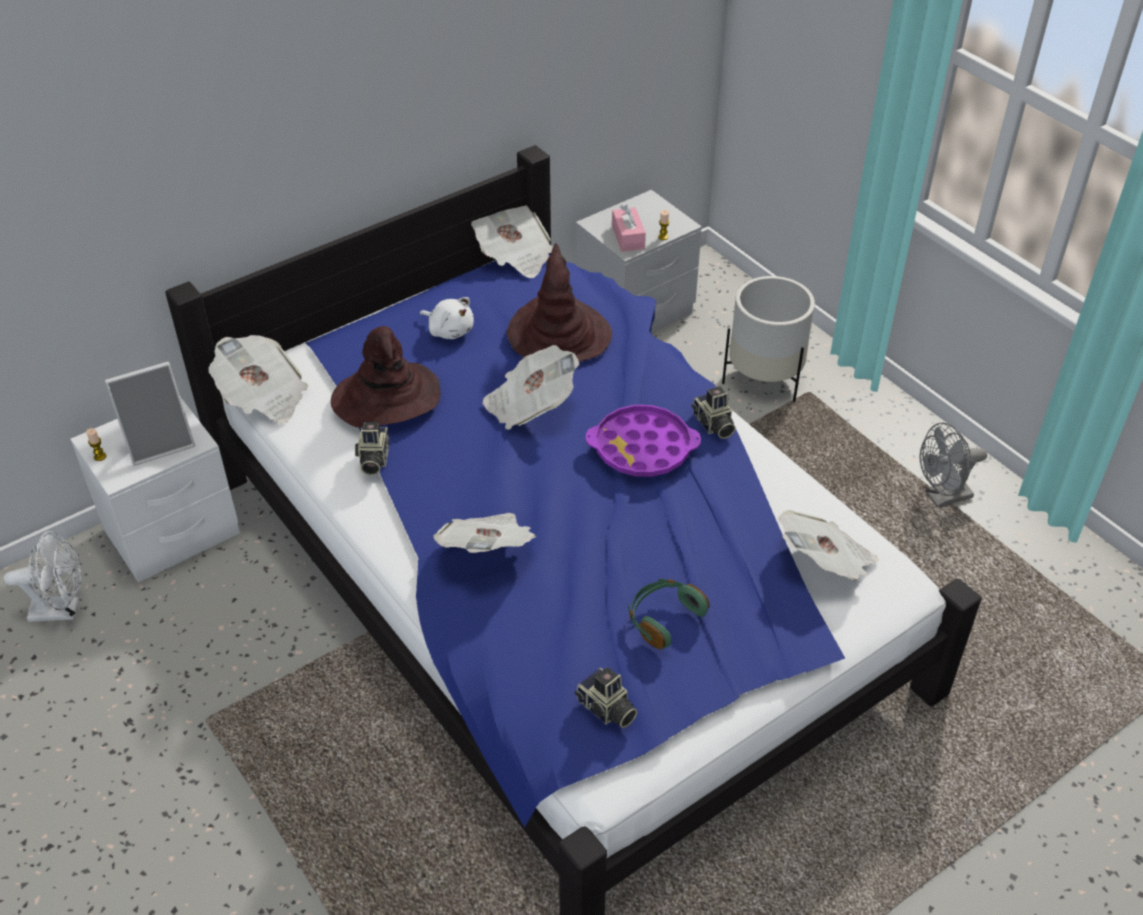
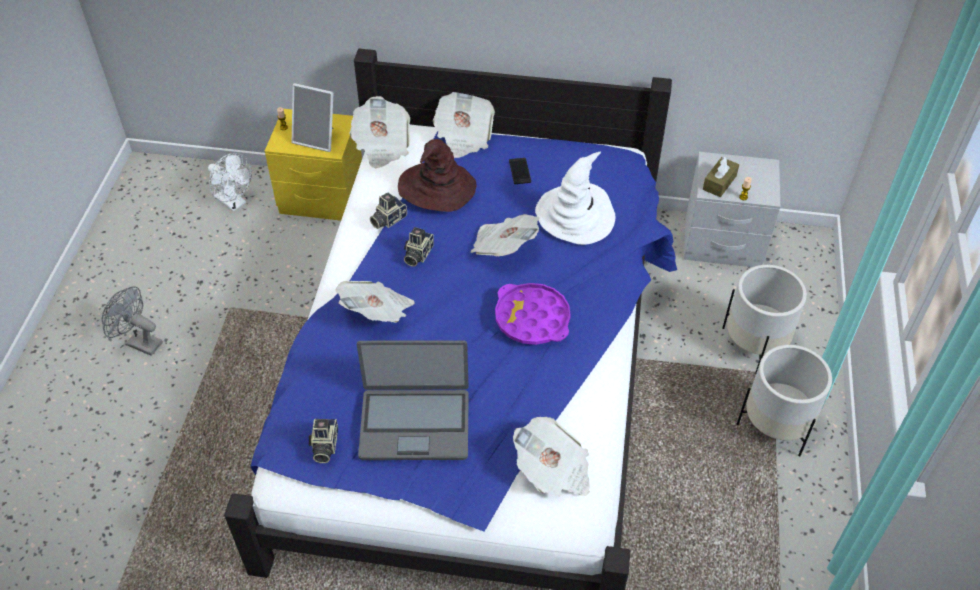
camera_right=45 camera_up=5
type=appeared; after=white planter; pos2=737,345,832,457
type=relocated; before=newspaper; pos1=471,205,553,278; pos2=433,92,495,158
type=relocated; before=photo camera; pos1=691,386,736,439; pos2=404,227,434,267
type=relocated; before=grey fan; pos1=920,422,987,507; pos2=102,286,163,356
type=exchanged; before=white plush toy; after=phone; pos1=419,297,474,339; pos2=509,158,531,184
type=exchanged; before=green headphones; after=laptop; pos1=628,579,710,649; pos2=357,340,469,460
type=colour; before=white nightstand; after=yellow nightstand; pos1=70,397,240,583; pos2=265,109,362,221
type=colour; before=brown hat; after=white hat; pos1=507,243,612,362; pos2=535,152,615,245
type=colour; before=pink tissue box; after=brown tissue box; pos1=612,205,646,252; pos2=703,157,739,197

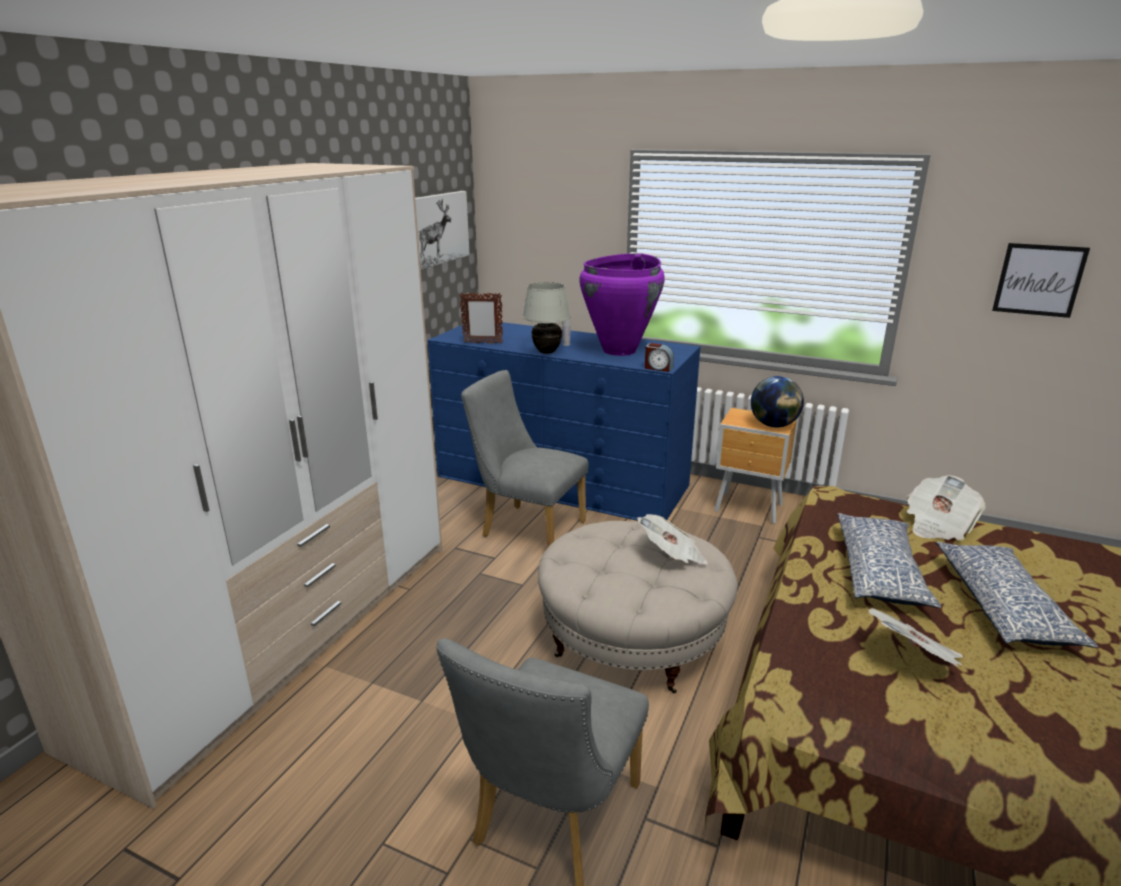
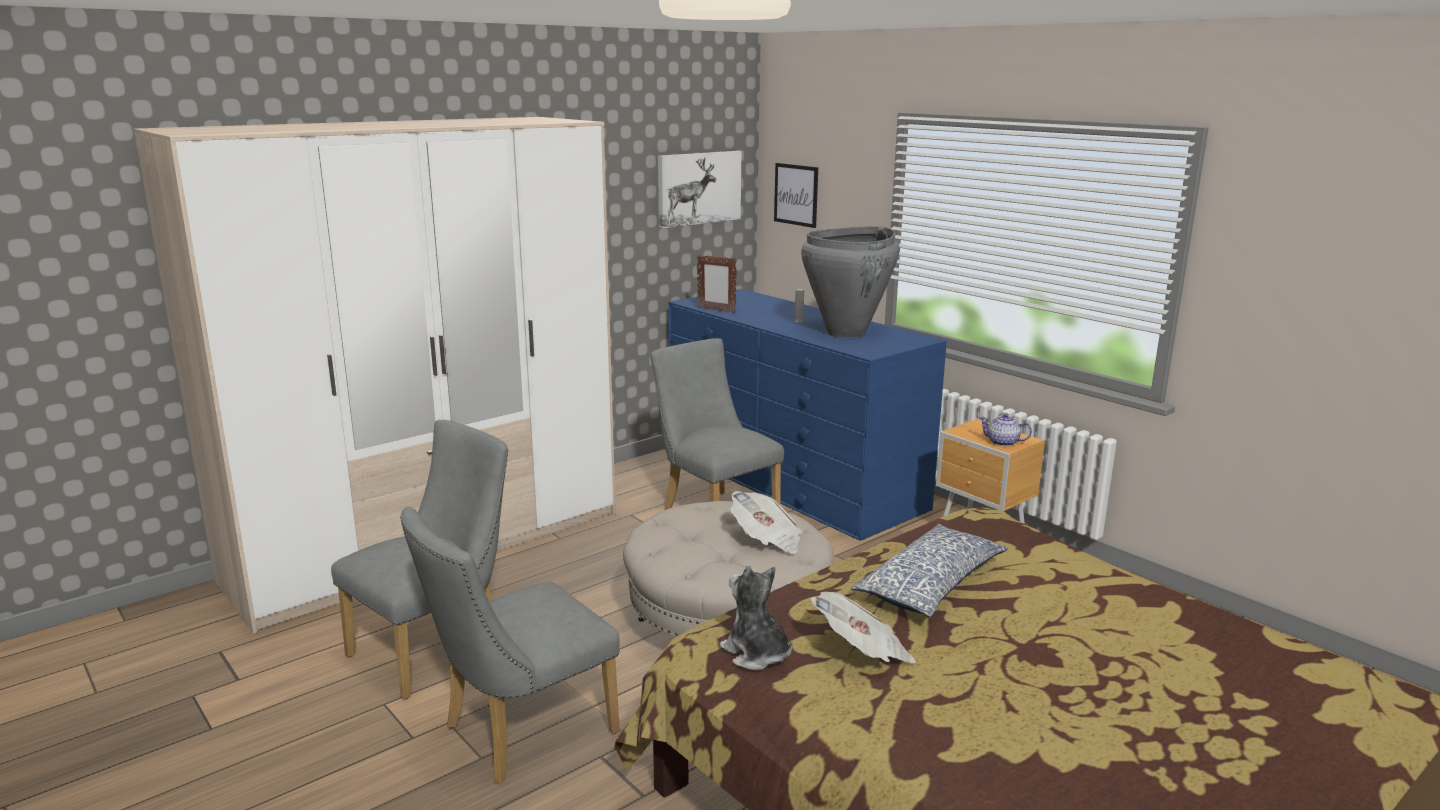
camera_right=25 camera_up=-5
type=missing; before=white table lamp; pos1=523,282,571,354
type=missing; before=alarm clock; pos1=645,343,674,372
type=missing; before=newspaper; pos1=906,475,986,540
type=missing; before=pillow; pos1=936,542,1098,648
type=appeared; after=grey chair; pos2=331,420,509,699
type=appeared; after=plush toy; pos2=719,566,792,670
type=relocated; before=picture; pos1=992,243,1090,318; pos2=774,163,818,228
type=exchanged; before=globe; after=teapot; pos1=751,376,804,427; pos2=978,413,1032,447
type=colour; before=purple vase; after=grey vase; pos1=579,253,665,356; pos2=801,226,899,338

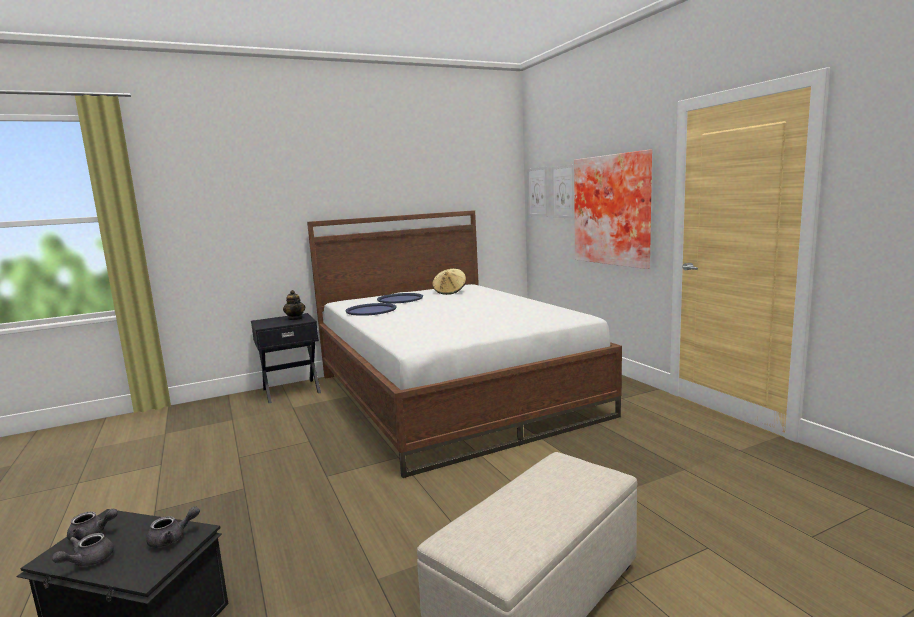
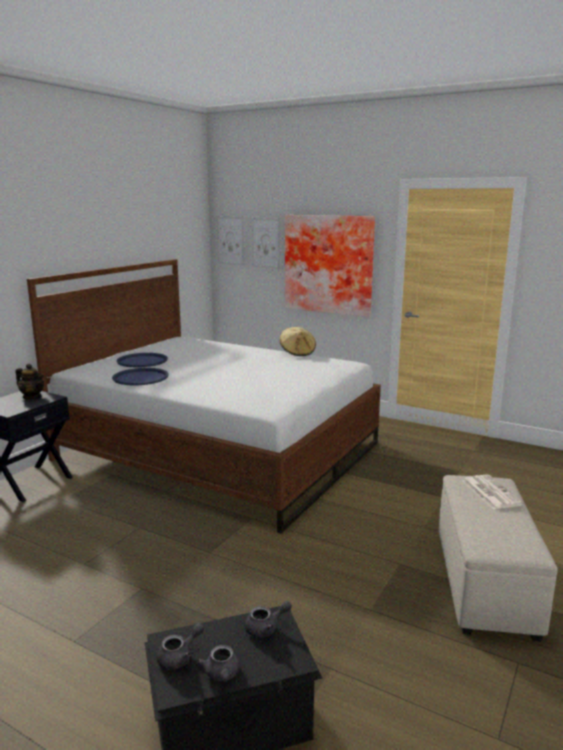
camera_right=-35 camera_up=5
type=appeared; after=newspaper; pos2=462,475,524,509
type=relocated; before=beige hat; pos1=432,269,466,295; pos2=280,327,316,356
type=spun; before=grey teapot; pos1=146,506,200,548; pos2=245,601,292,638; turn=45

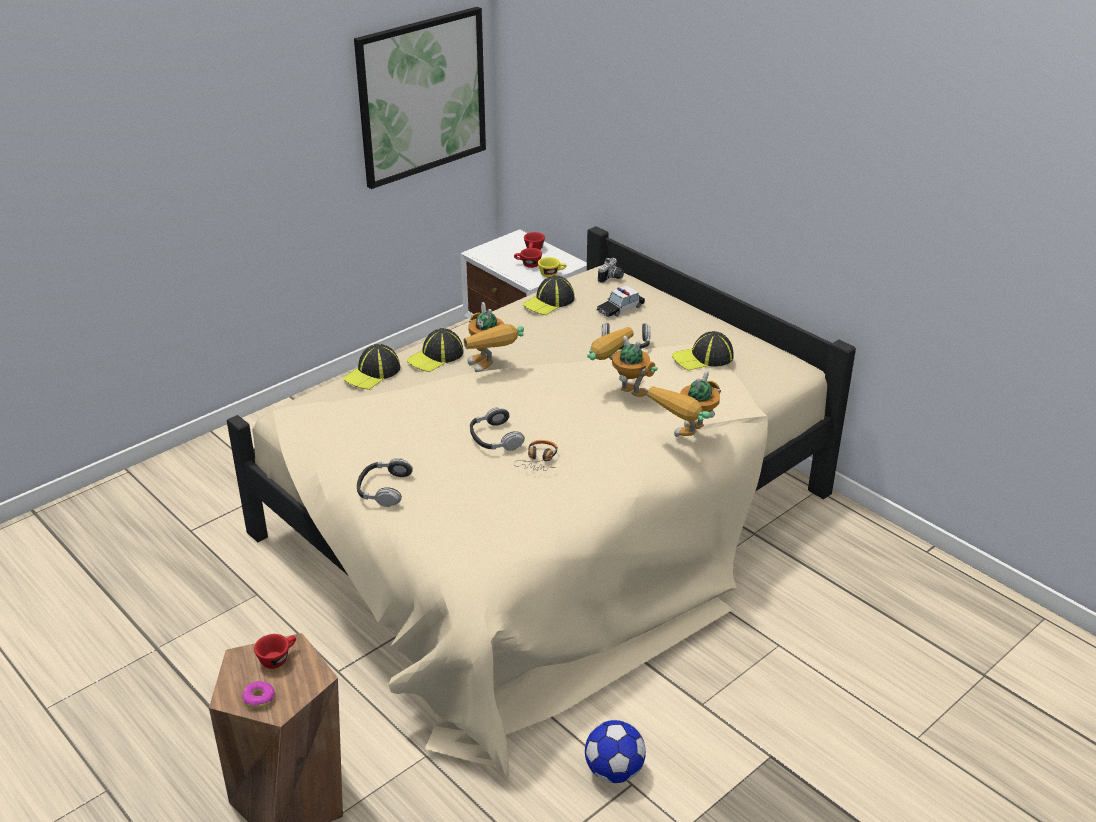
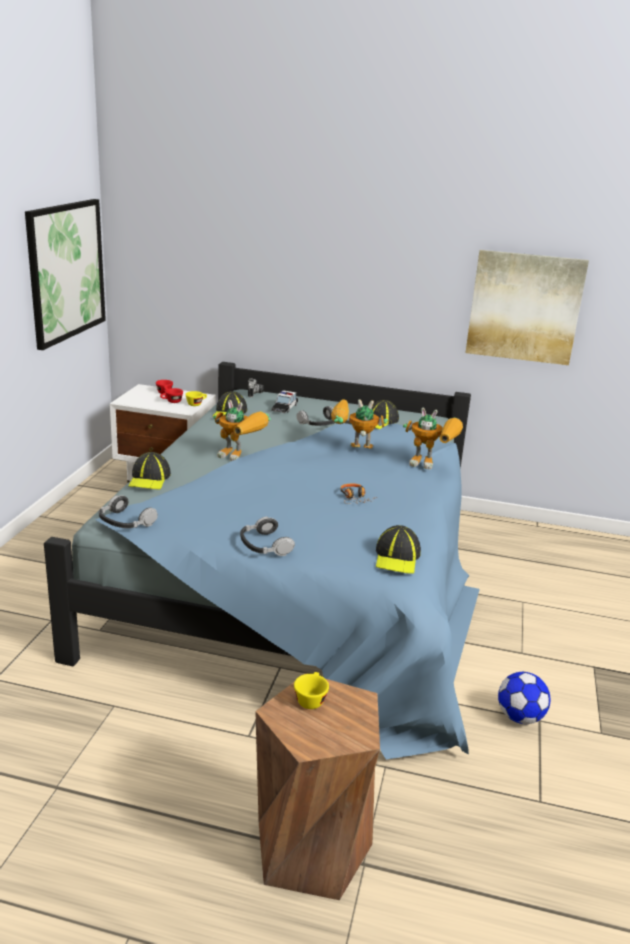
camera_right=-35 camera_up=-10
type=missing; before=donut; pos1=242,681,276,709
type=appeared; after=picture; pos2=465,250,589,365
type=relocated; before=cap; pos1=407,328,464,372; pos2=376,525,421,574
type=relocated; before=headphones; pos1=470,407,525,451; pos2=99,495,158,528
type=colour; before=beige bed; after=blue bed; pos1=227,226,856,780; pos2=44,362,480,760
type=colour; before=red cup; after=yellow cup; pos1=254,634,296,669; pos2=294,672,329,709
type=spun; before=toy robot; pos1=648,370,721,437; pos2=403,408,463,469; turn=-75

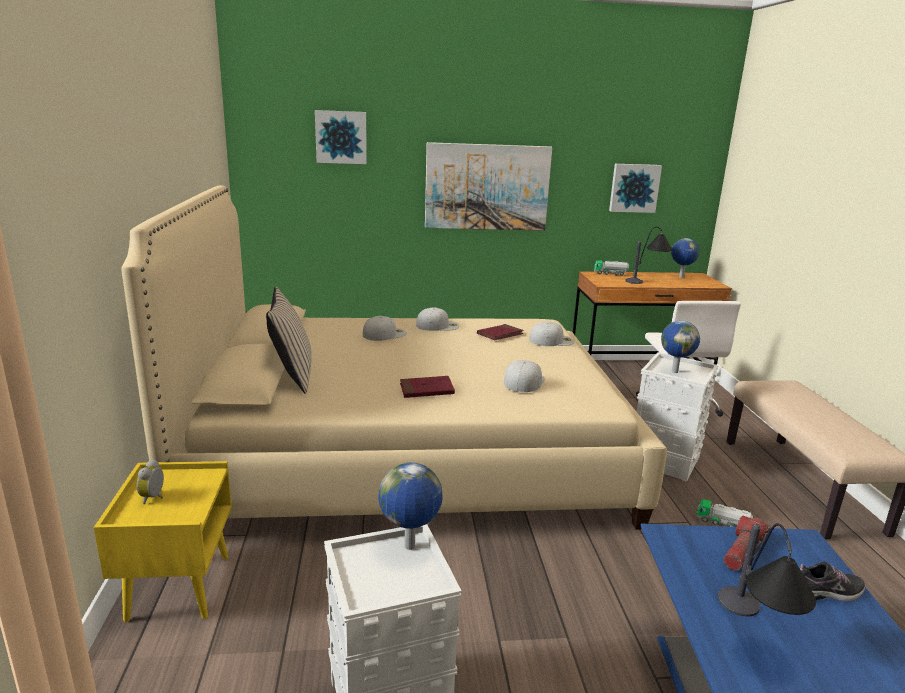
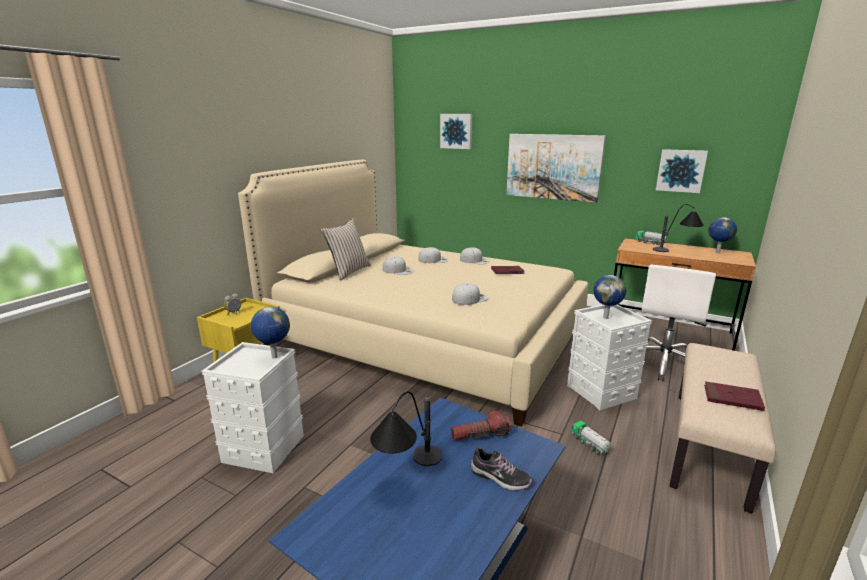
camera_right=35 camera_up=0
type=relocated; before=red book; pos1=400,376,455,398; pos2=704,381,765,411
type=relocated; before=white cap; pos1=529,321,574,346; pos2=382,257,414,275

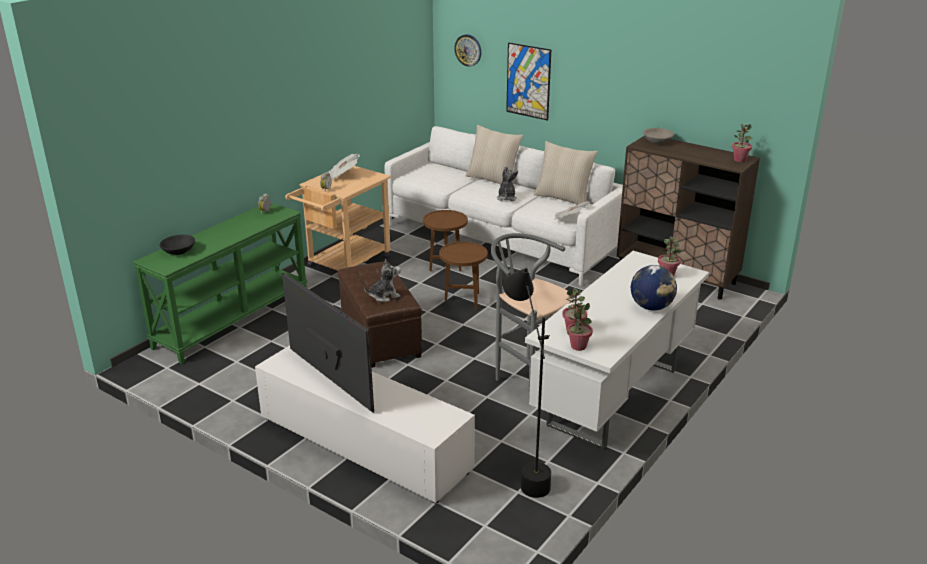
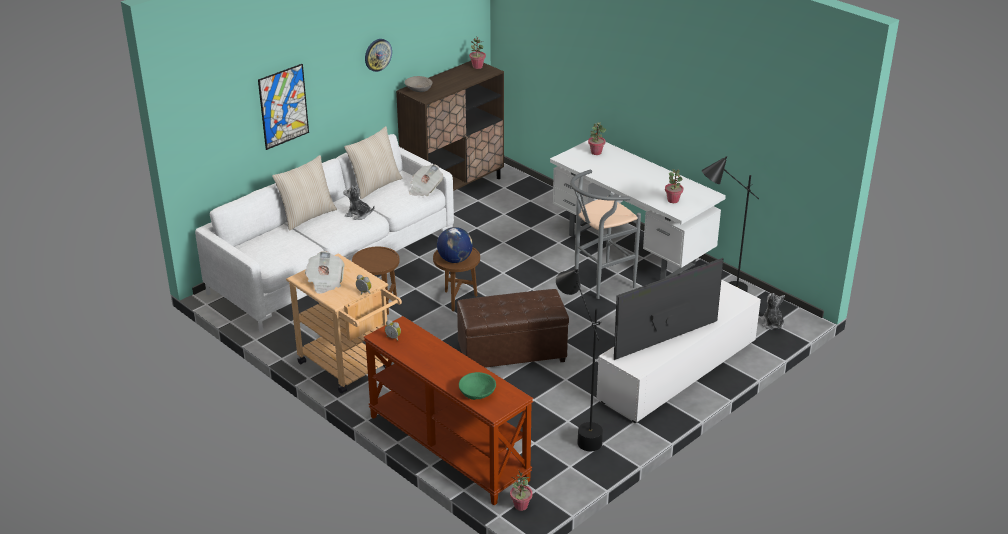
camera_right=-80 camera_up=5
type=appeared; after=black floor lamp; pos2=556,269,603,451
type=relocated; before=plush toy; pos1=364,259,401,302; pos2=760,293,785,330
type=relocated; before=wall clock; pos1=454,34,481,67; pos2=365,39,392,72
type=relocated; before=potted plant; pos1=567,303,593,351; pos2=510,471,533,511
type=relocated; before=globe; pos1=631,265,677,311; pos2=437,227,473,263
type=colour; before=green console table; after=brown console table; pos1=133,203,308,364; pos2=364,316,533,505
type=colour; before=black bowl; after=green bowl; pos1=159,235,195,255; pos2=459,372,496,400

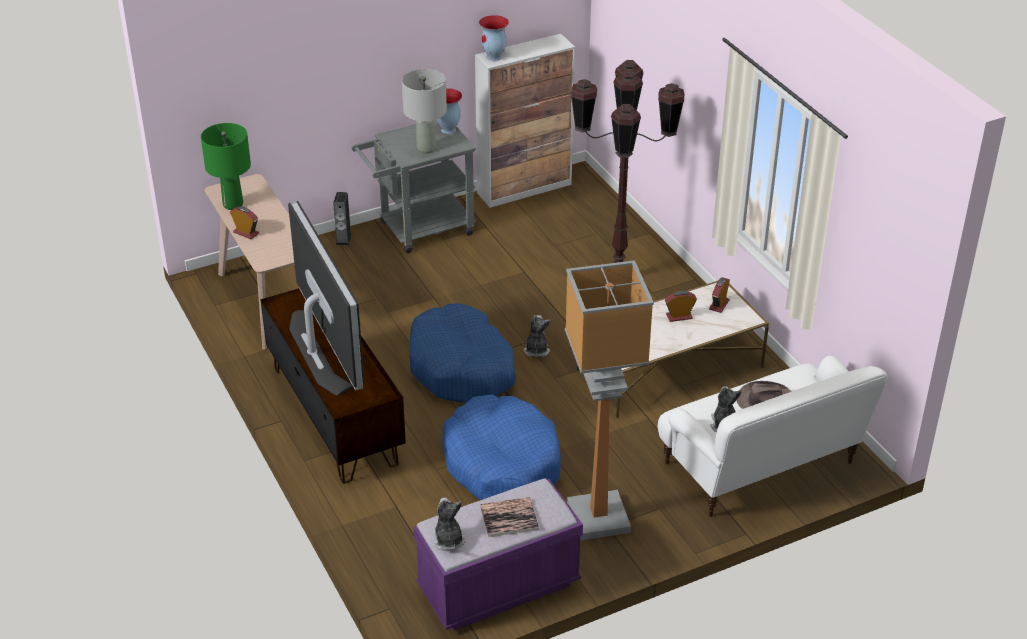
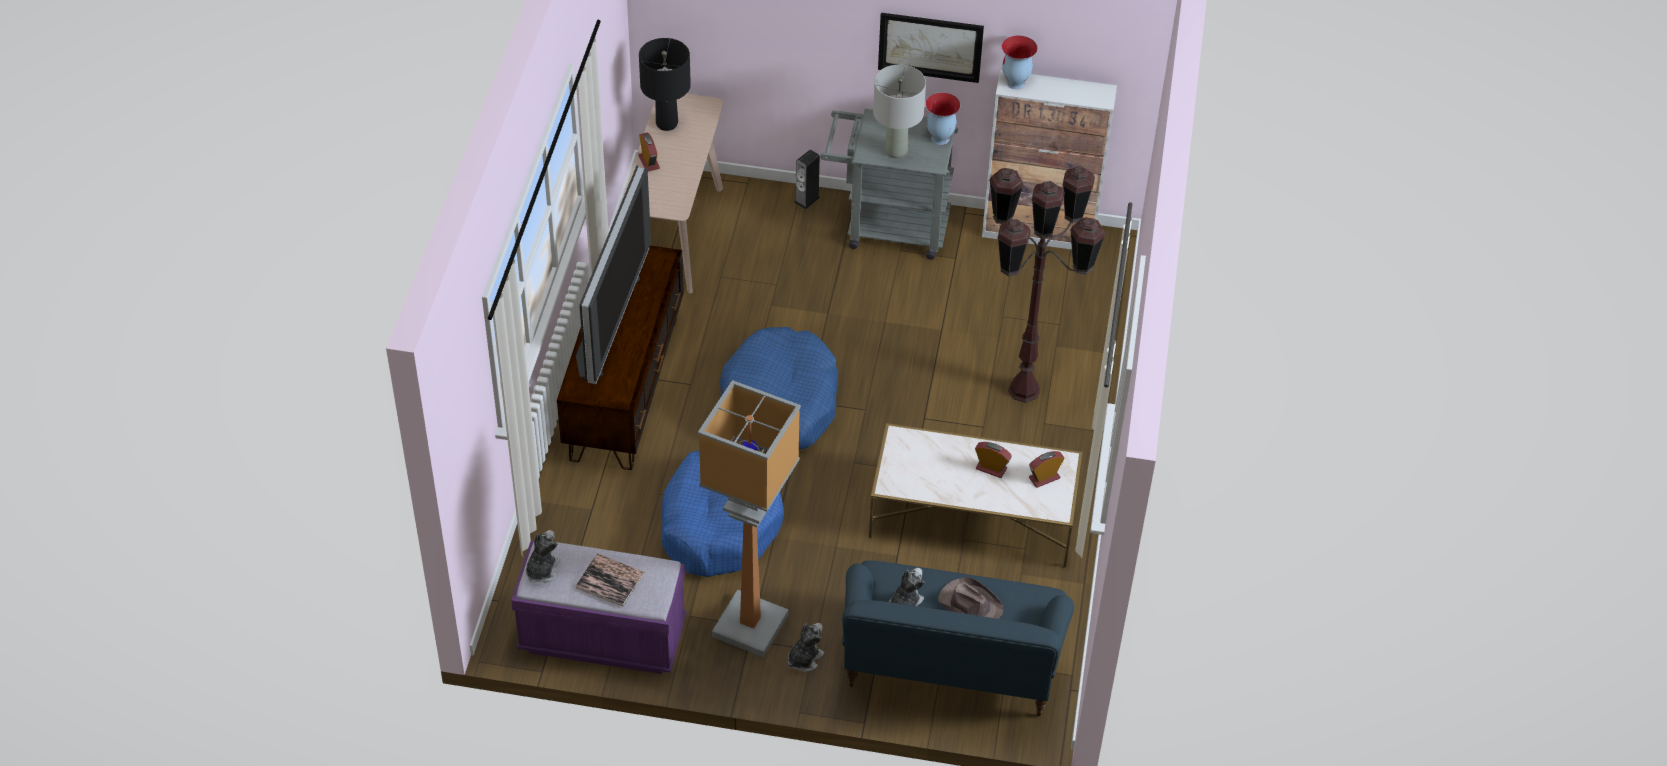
camera_right=35 camera_up=10
type=appeared; after=picture; pos2=878,13,984,83
type=relocated; before=plush toy; pos1=524,315,551,357; pos2=788,623,824,672
type=colour; before=green table lamp; after=black table lamp; pos1=201,123,251,210; pos2=639,38,691,131
type=colour; before=white sofa; after=blue sofa; pos1=658,356,887,517; pos2=842,560,1074,717

